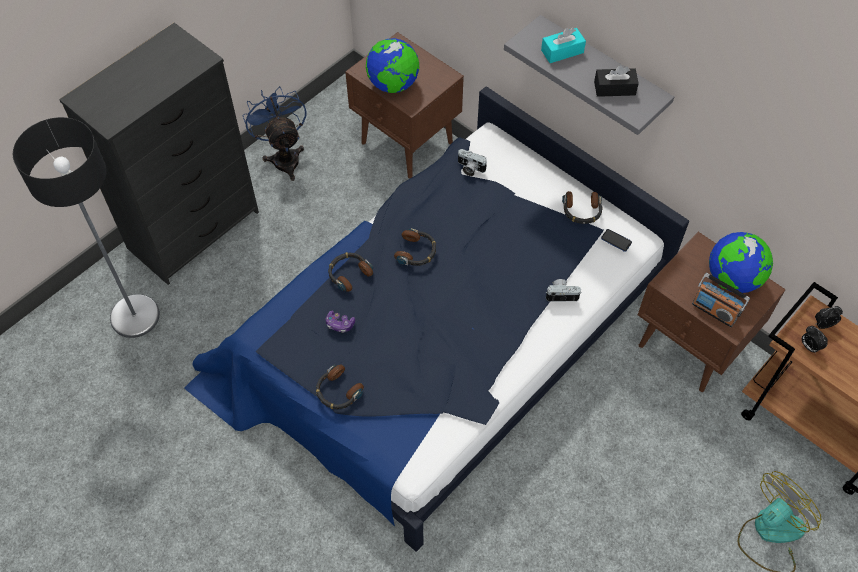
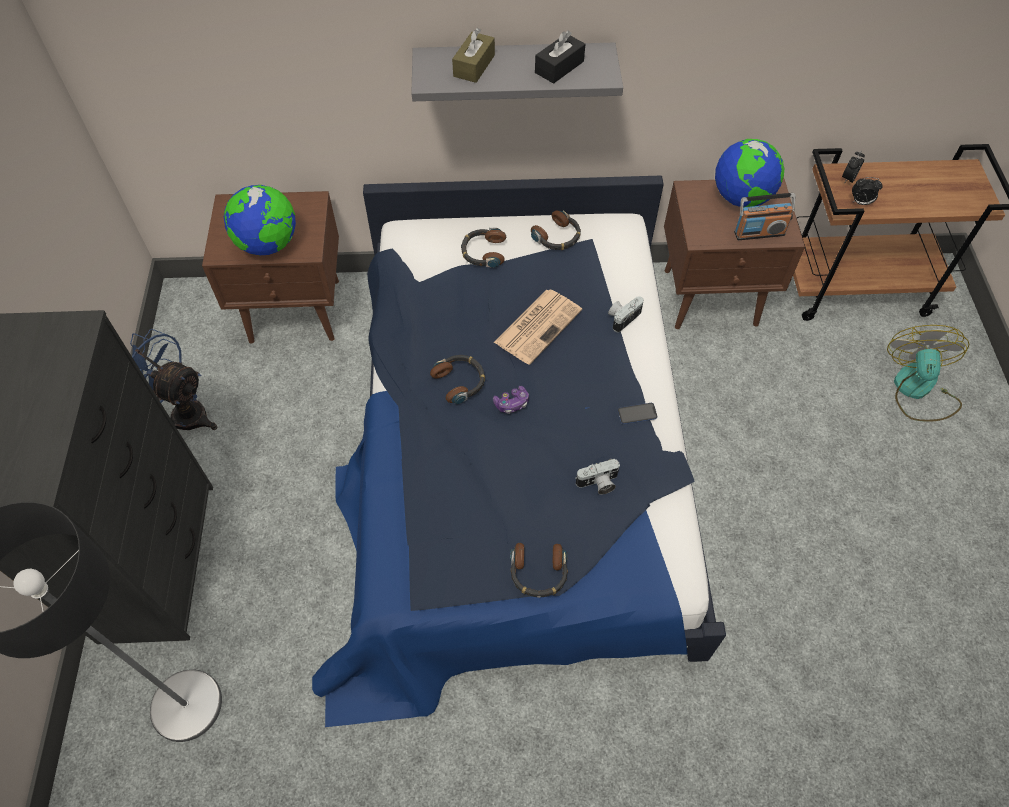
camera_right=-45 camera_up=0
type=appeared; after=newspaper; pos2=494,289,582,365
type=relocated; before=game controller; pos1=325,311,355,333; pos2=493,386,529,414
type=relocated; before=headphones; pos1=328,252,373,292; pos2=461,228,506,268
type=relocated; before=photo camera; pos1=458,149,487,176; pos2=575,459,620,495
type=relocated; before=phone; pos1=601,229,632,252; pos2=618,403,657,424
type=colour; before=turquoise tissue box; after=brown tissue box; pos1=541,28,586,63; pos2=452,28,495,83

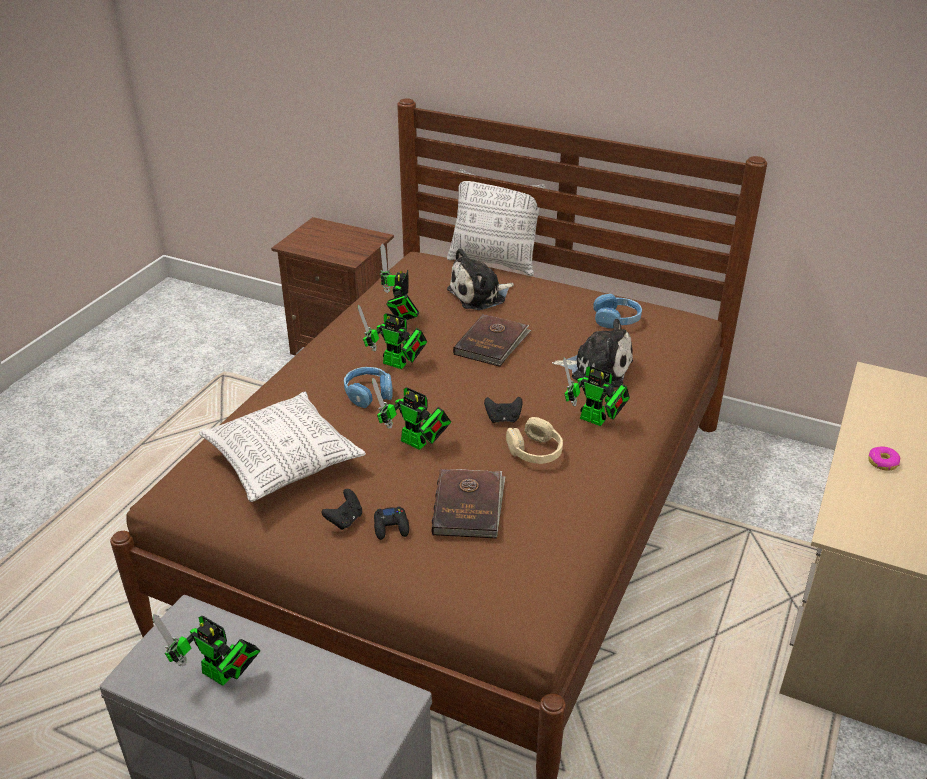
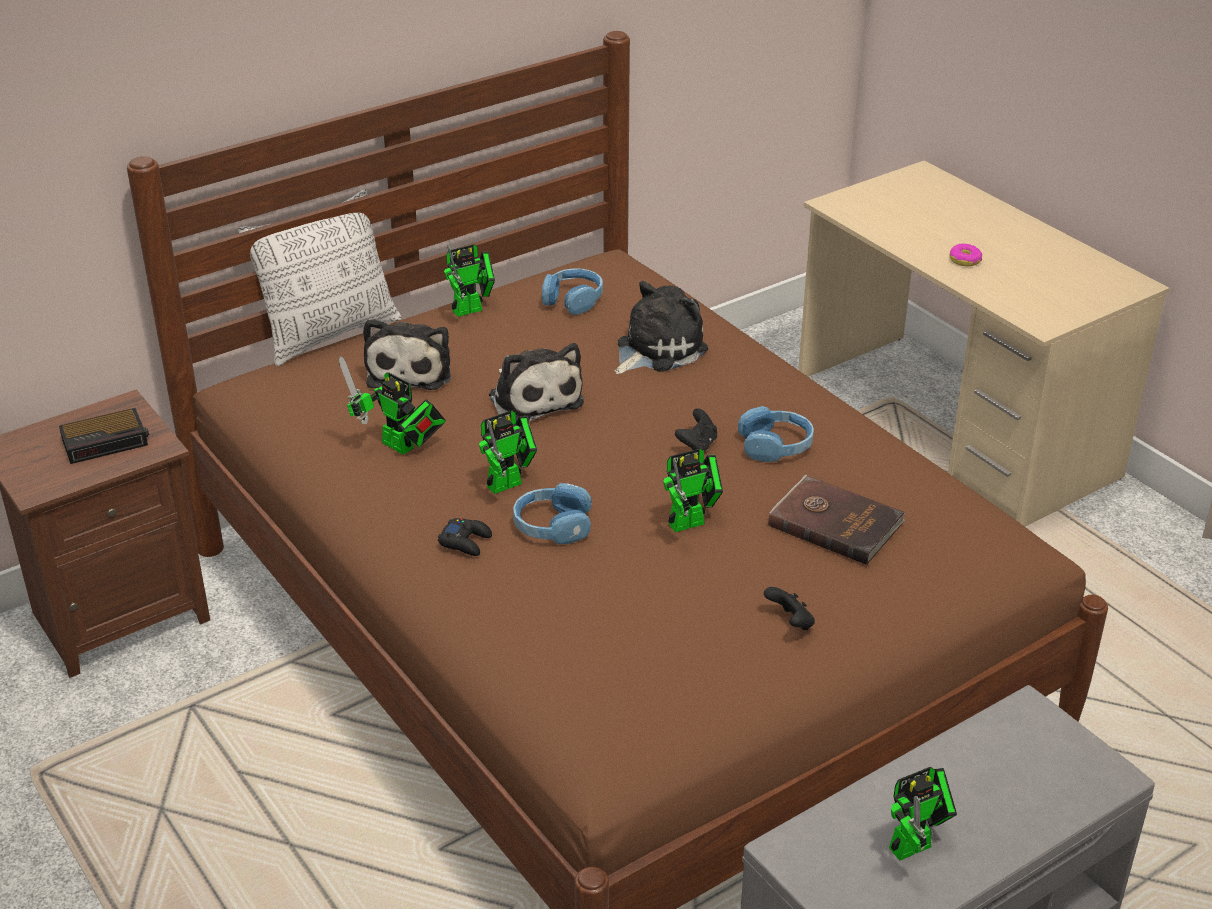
camera_right=-60 camera_up=0
type=missing; before=pillow; pos1=199,392,366,502
type=appeared; after=alarm clock; pos2=59,408,149,464
type=relocated; before=black game controller; pos1=374,506,409,540; pos2=438,518,492,556
type=relocated; before=toy robot; pos1=563,357,630,426; pos2=444,245,495,317
type=exchanged; before=brown book; after=plush toy; pos1=453,314,531,367; pos2=489,343,584,421
type=colour; before=beige headphones; after=blue headphones; pos1=506,417,563,464; pos2=738,406,814,462

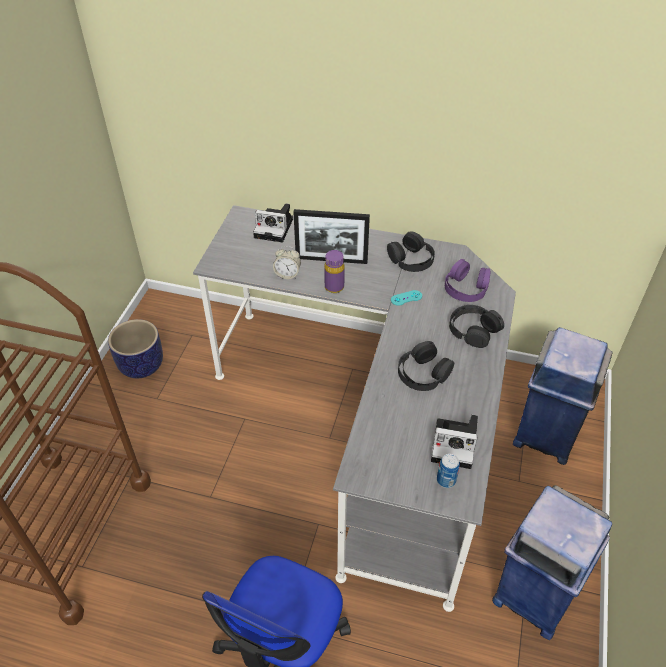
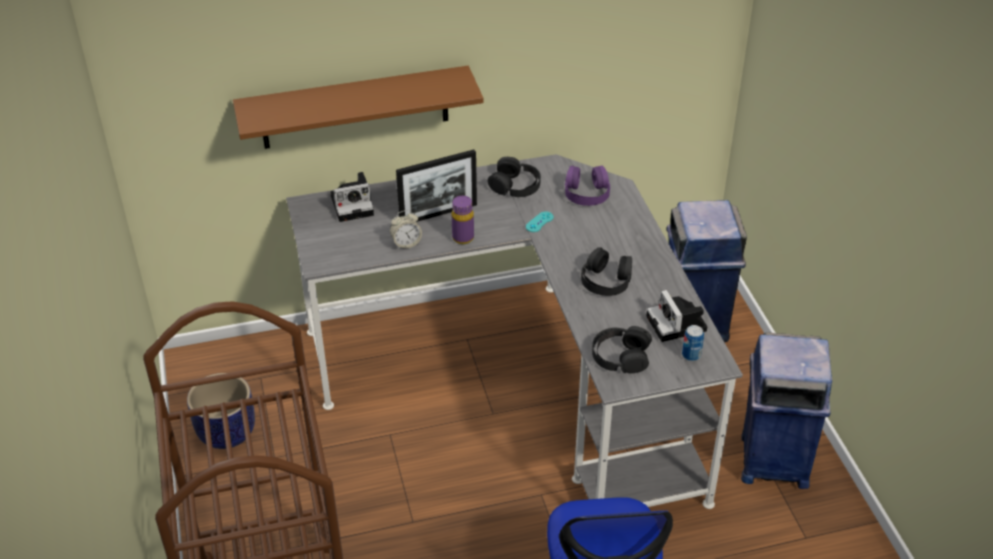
camera_right=-30 camera_up=-5
type=appeared; after=brown shelf; pos2=233,66,483,149
type=relocated; before=black headphones; pos1=449,305,504,348; pos2=592,326,652,373
type=spun; before=photo camera; pos1=431,415,478,469; pos2=646,290,707,342; turn=90

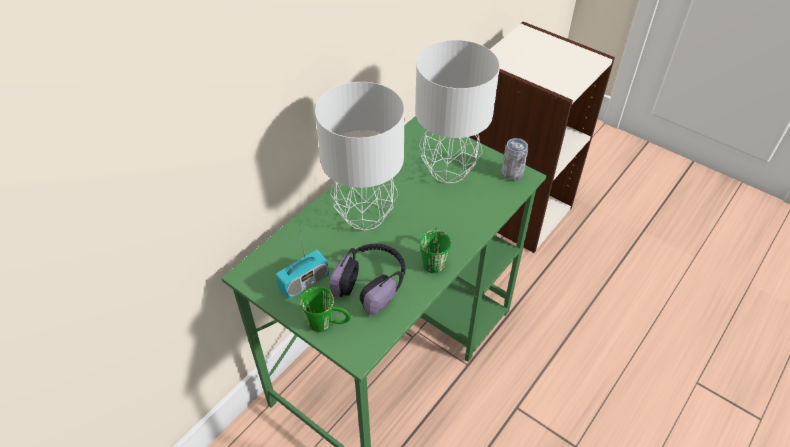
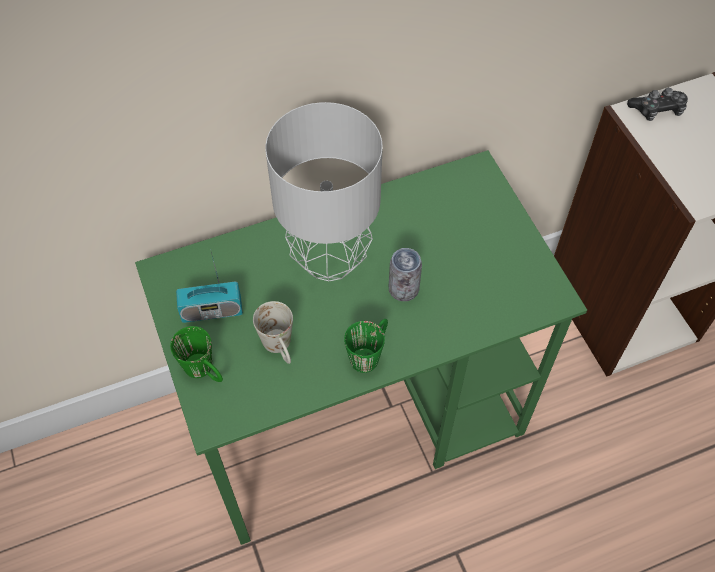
camera_right=30 camera_up=10
type=missing; before=grey table lamp; pos1=415,40,500,183
type=appeared; after=game controller; pos2=627,88,688,121
type=relocated; before=can; pos1=501,138,528,181; pos2=389,248,422,301
type=exchanged; before=headphones; after=white mug; pos1=329,244,405,316; pos2=253,301,293,364

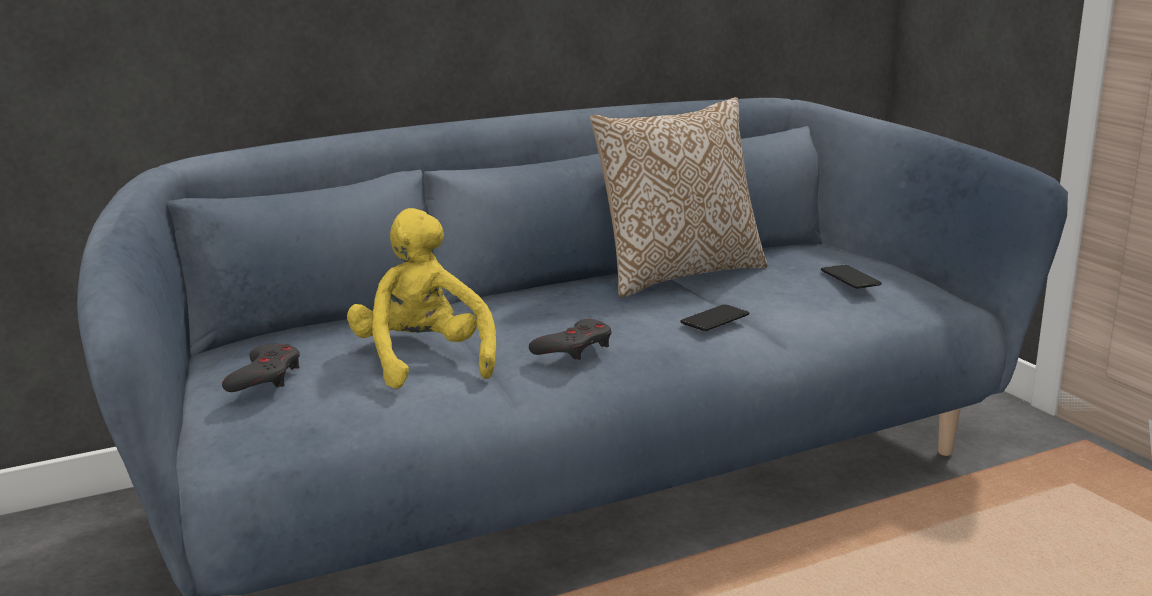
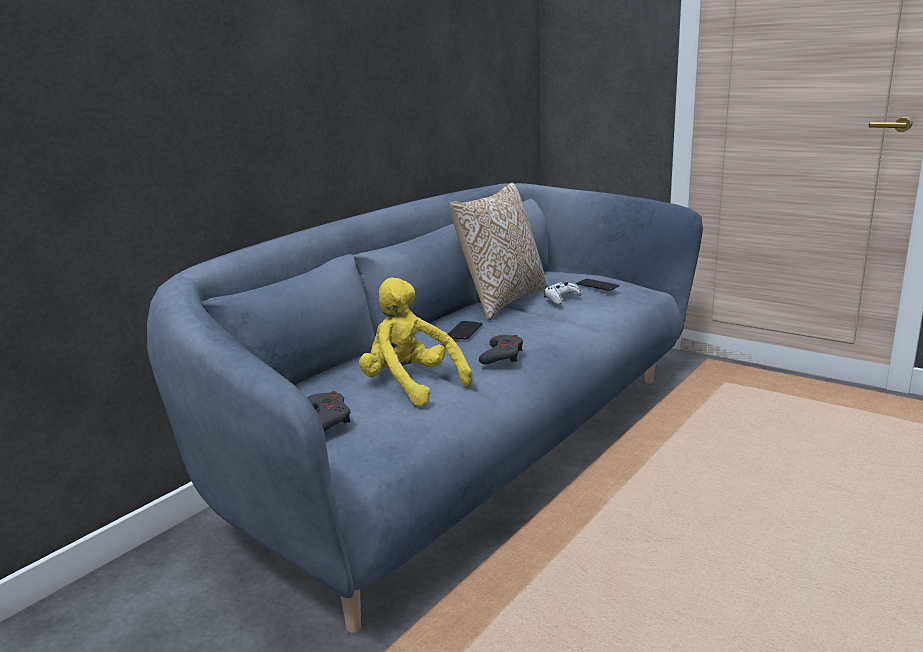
camera_right=-25 camera_up=0
type=appeared; after=white game controller; pos2=544,282,581,304
type=relocated; before=phone; pos1=680,305,749,331; pos2=448,321,482,339

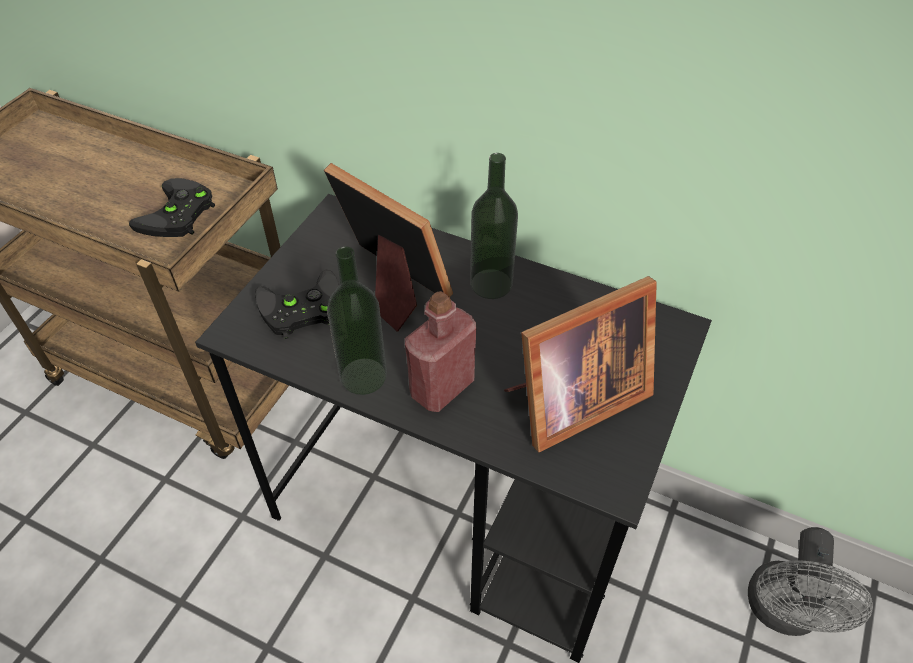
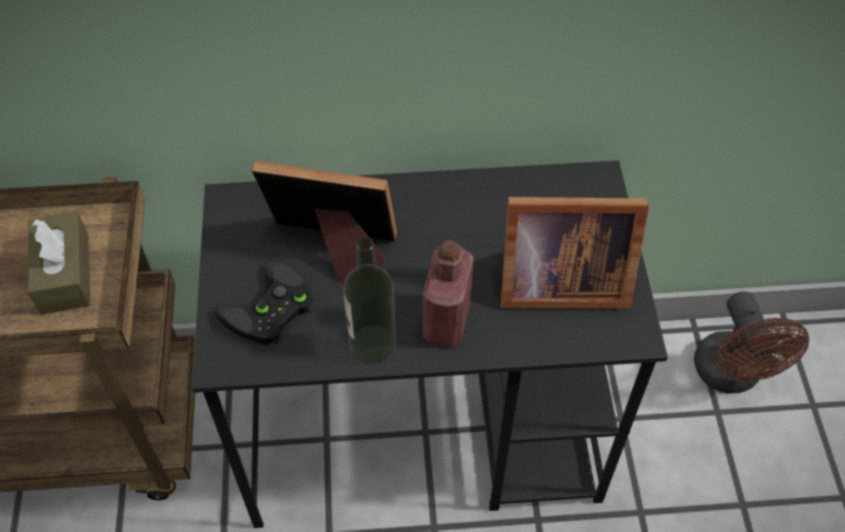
camera_right=-30 camera_up=5
type=missing; before=bottle; pos1=470,153,518,299
type=exchanged; before=black game controller; after=brown tissue box; pos1=129,178,215,237; pos2=28,211,91,315
type=colour; before=grey fan; after=brown fan; pos1=748,527,873,636; pos2=694,292,809,393
type=spun; before=picture frame; pos1=504,276,657,452; pos2=501,197,649,309; turn=60

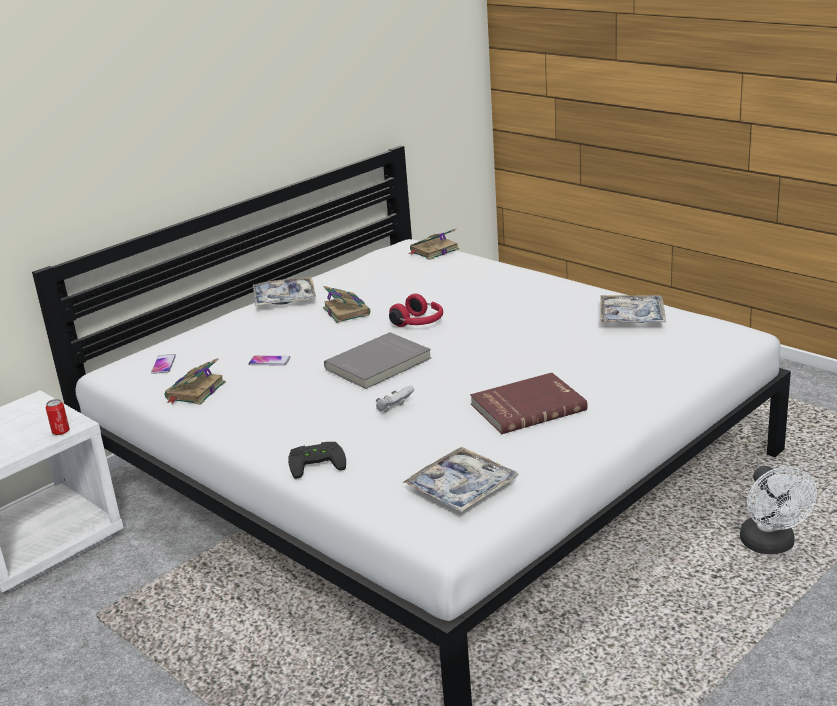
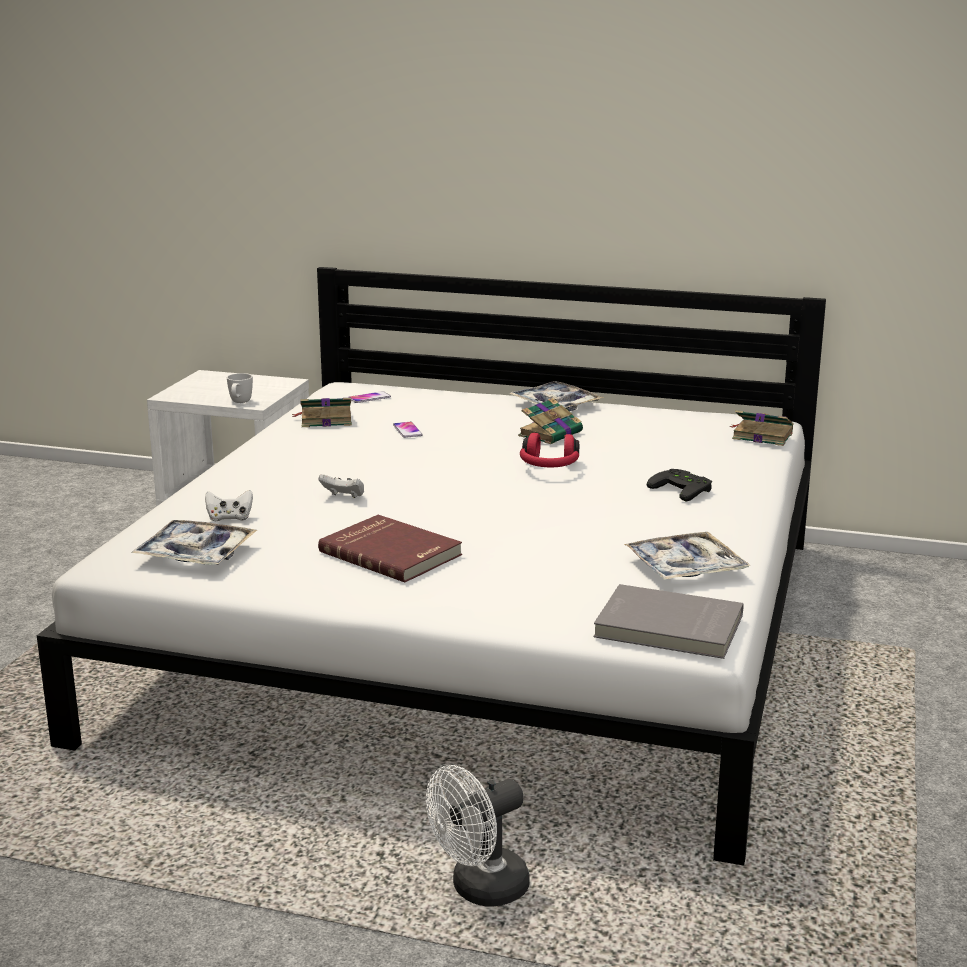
camera_right=60 camera_up=-5
type=appeared; after=white game controller; pos2=205,490,253,521
type=relocated; before=black game controller; pos1=288,442,346,479; pos2=647,469,712,501
type=relocated; before=grey book; pos1=324,332,431,389; pos2=593,584,744,659
type=exchanged; before=can; after=white mug; pos1=46,399,70,435; pos2=227,373,253,403

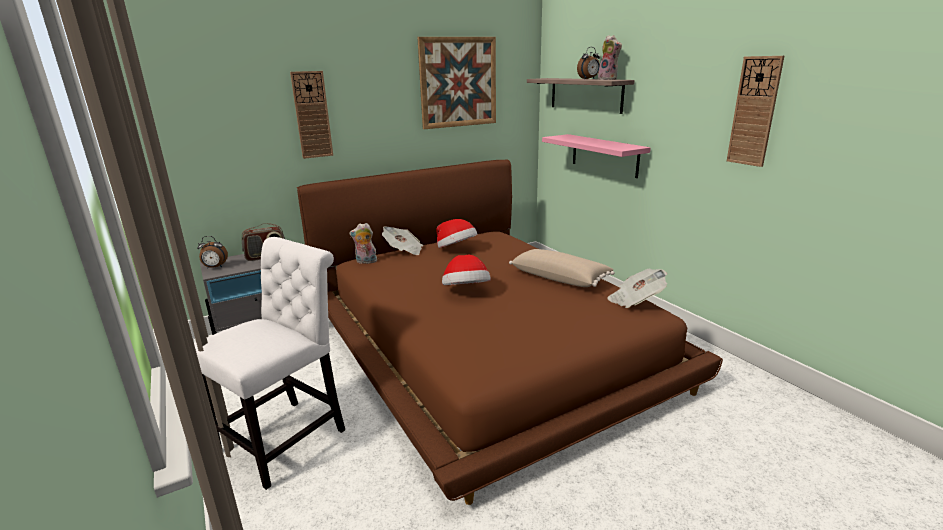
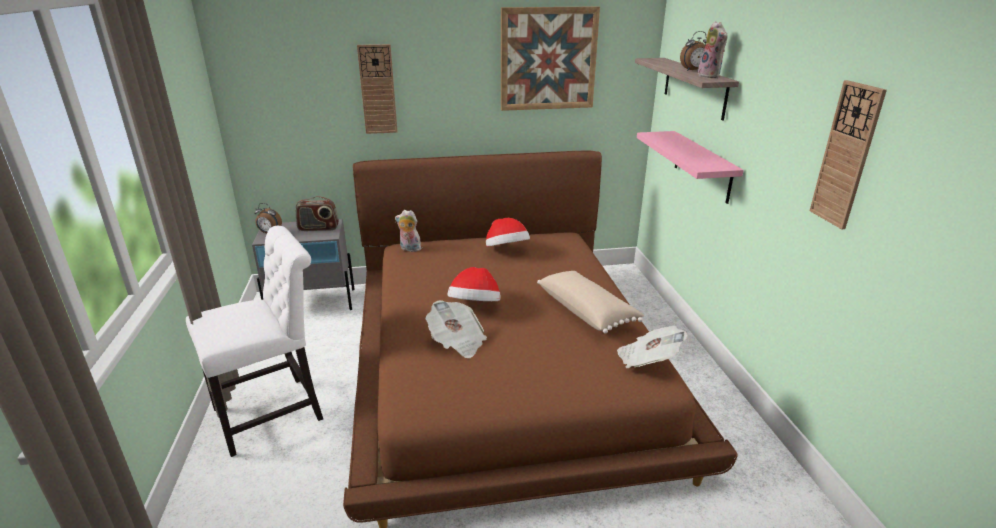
camera_right=20 camera_up=5
type=relocated; before=newspaper; pos1=382,226,423,255; pos2=426,300,487,358

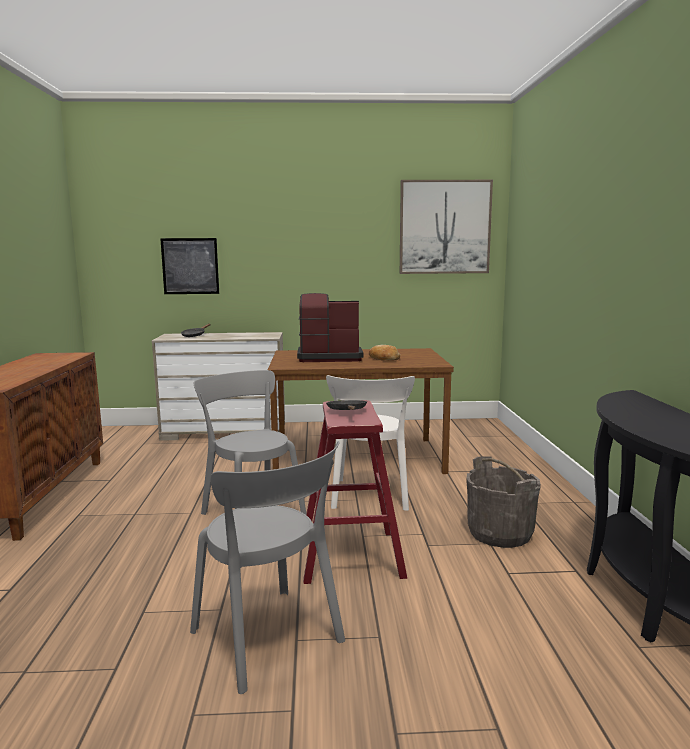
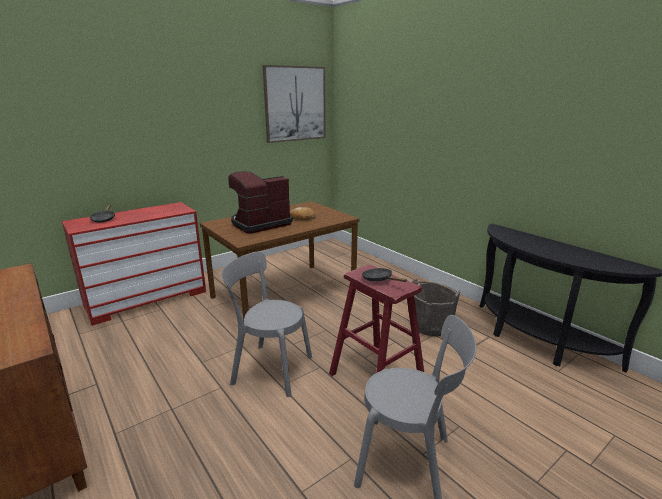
camera_right=-35 camera_up=10
type=missing; before=picture; pos1=160,238,219,294
type=missing; before=white chair; pos1=326,375,415,511
type=colour; before=beige dresser; after=red dresser; pos1=152,332,285,441; pos2=62,202,206,326

